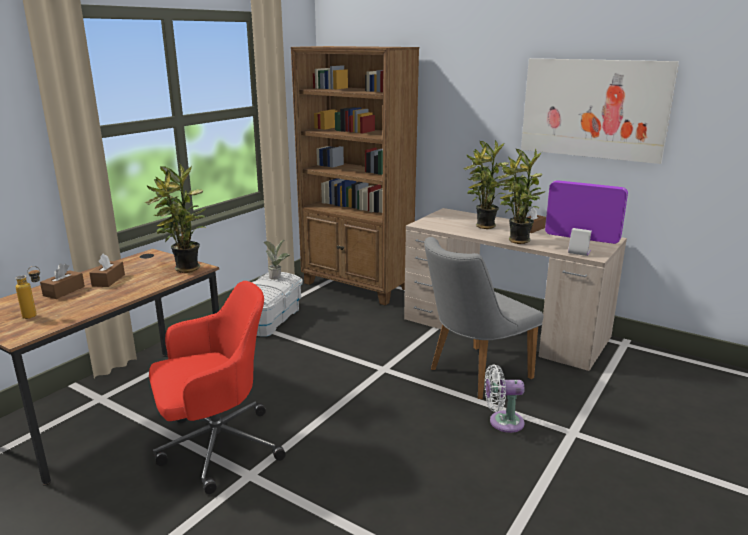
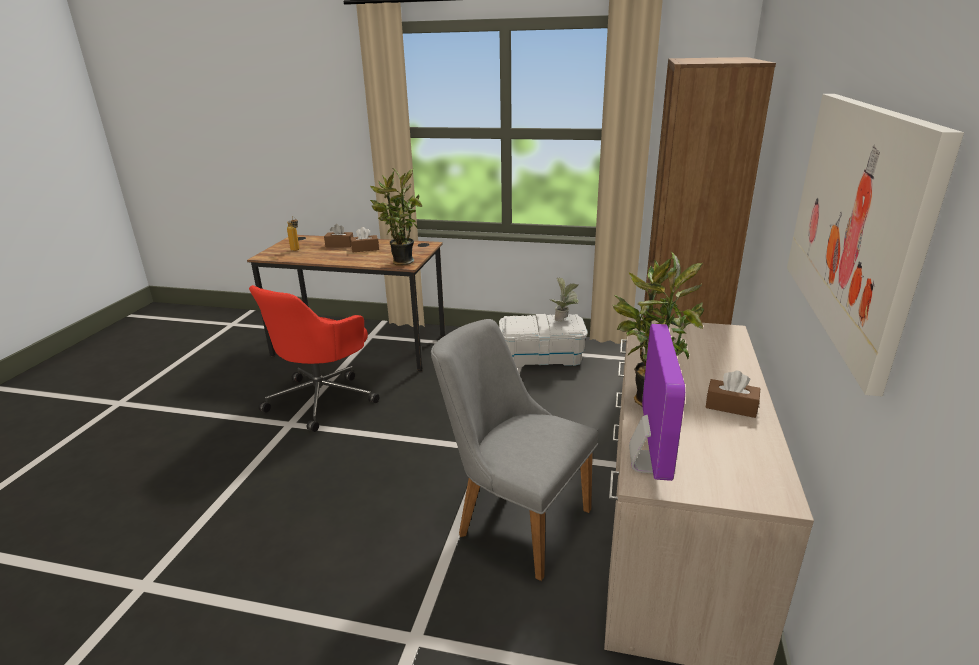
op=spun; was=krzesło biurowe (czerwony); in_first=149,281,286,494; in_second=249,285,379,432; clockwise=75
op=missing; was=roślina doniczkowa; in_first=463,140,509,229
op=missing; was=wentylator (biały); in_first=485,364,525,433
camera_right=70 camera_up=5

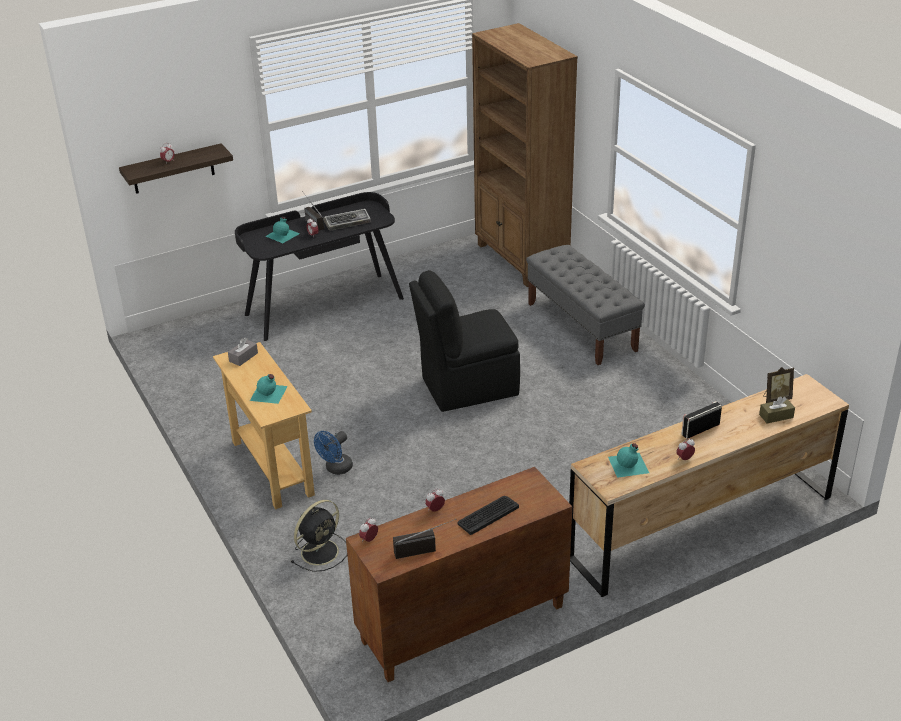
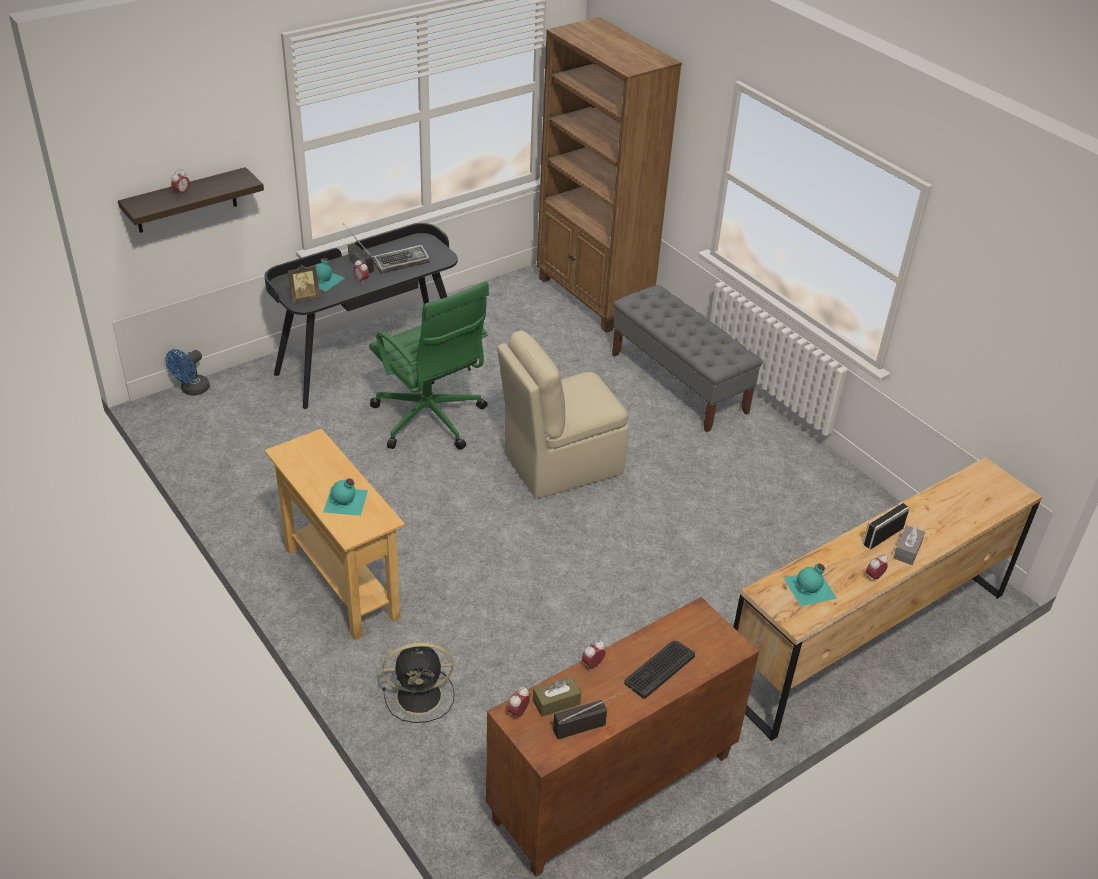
op=relocated; was=wentylator (niebieski); in_first=314,431,353,475; in_second=166,349,210,396
op=relocated; was=ramka na zdjęcie; in_first=763,367,794,403; in_second=288,265,320,303
op=appeared; now=krzesło biurowe (zielony); in_second=369,281,489,450
op=spun; was=wentylator (czarny); in_first=291,500,347,572; in_second=382,643,455,723; clockwise=45
op=colour; was=krzesło (czarny); now=krzesło (beżowy); in_first=409,270,520,412; in_second=497,331,629,499
op=relocated; was=pudełko chusteczek (brązowy); in_first=759,396,795,424; in_second=533,676,581,717
op=relocated; was=pudełko chusteczek (szary); in_first=228,338,258,366; in_second=893,525,925,565
camera_right=-10 camera_up=5

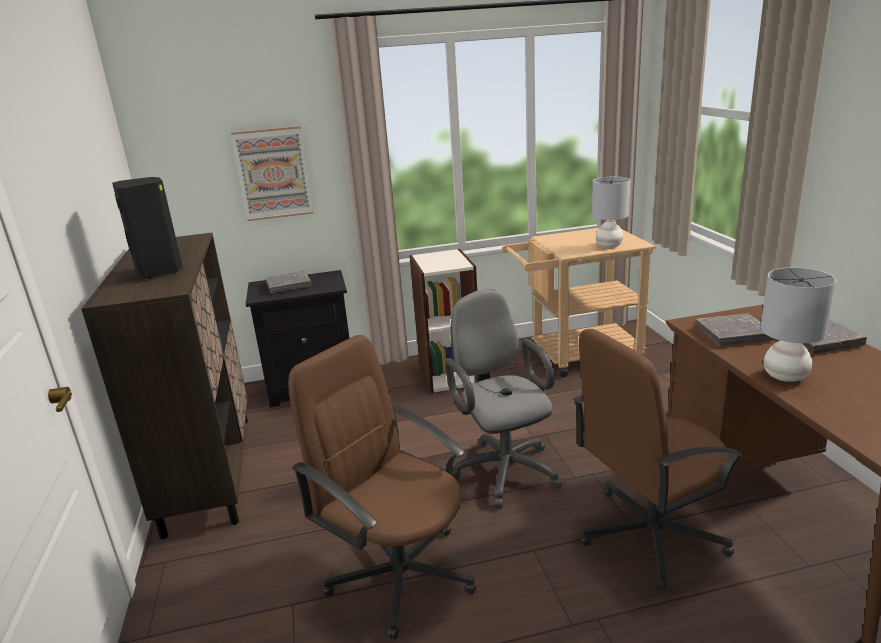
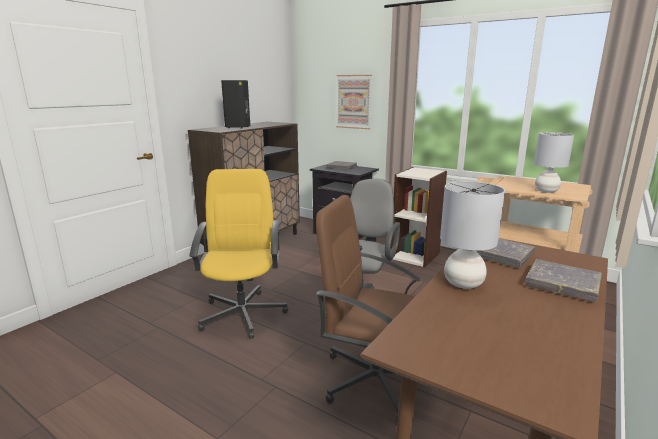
op=colour; was=krzesło biurowe (brązowy); now=krzesło biurowe (żółty); in_first=288,335,476,640; in_second=189,169,288,338
camera_right=45 camera_up=-5

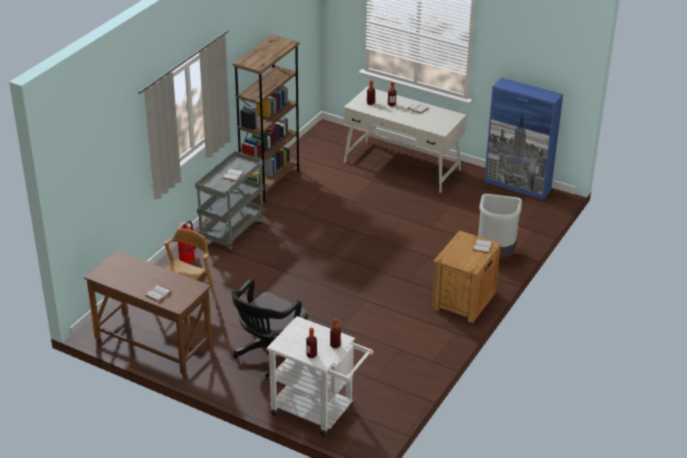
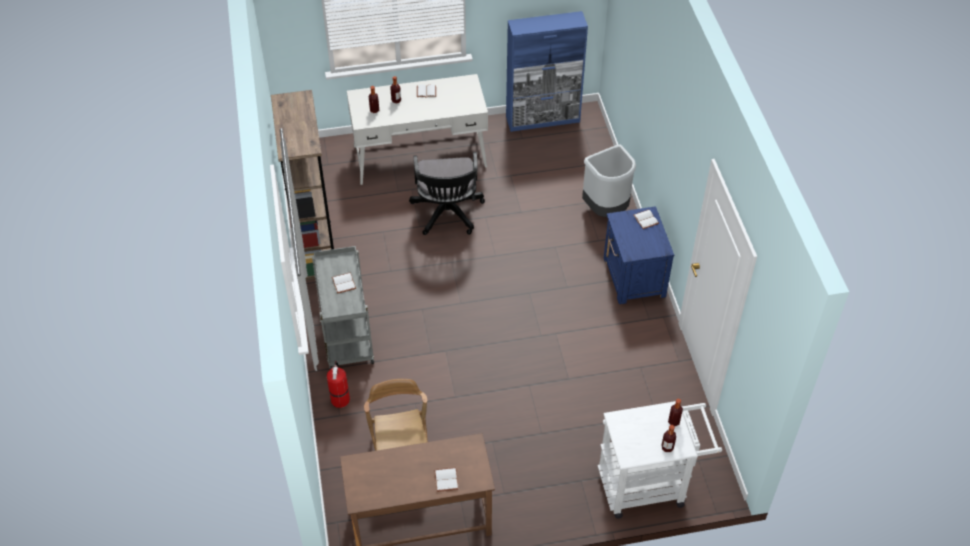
op=relocated; was=krzesło biurowe (czarny); in_first=231,279,308,378; in_second=409,152,485,235
op=colour; was=szafka nocna (brązowy); now=szafka nocna (niebieski); in_first=432,230,501,323; in_second=604,206,674,304
camera_right=-40 camera_up=15

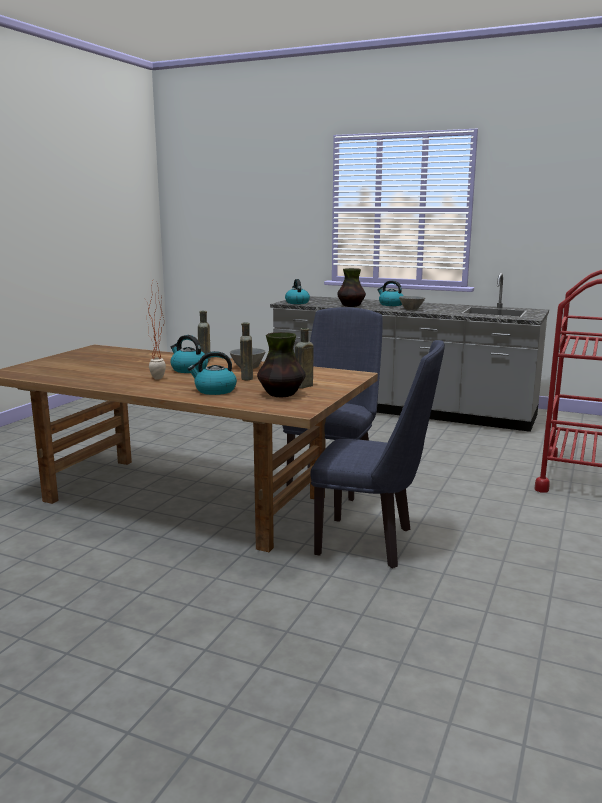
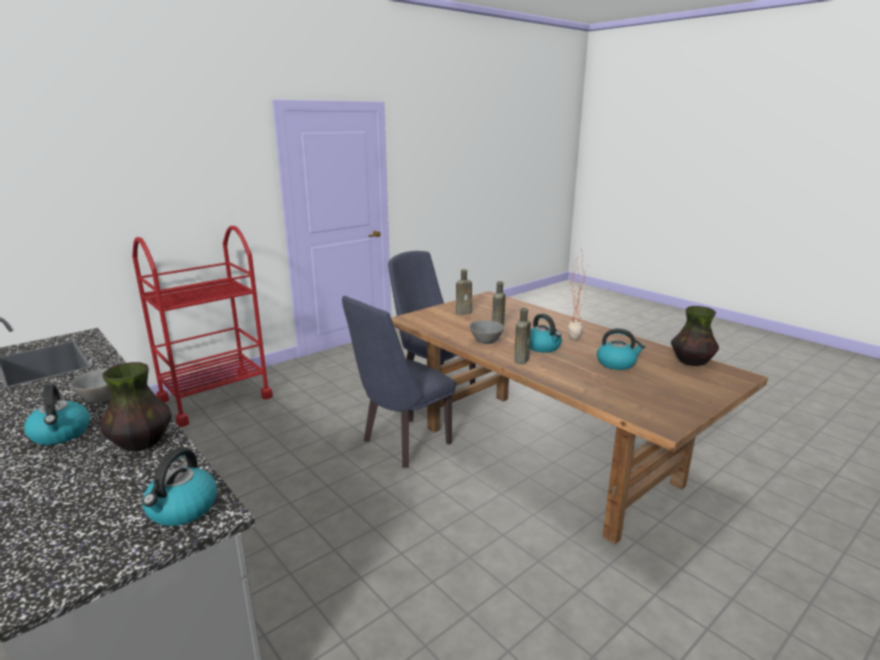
op=relocated; was=czajnik; in_first=188,351,237,395; in_second=597,328,645,370
op=relocated; was=wazon; in_first=257,332,306,397; in_second=671,306,719,366
camera_right=-155 camera_up=5

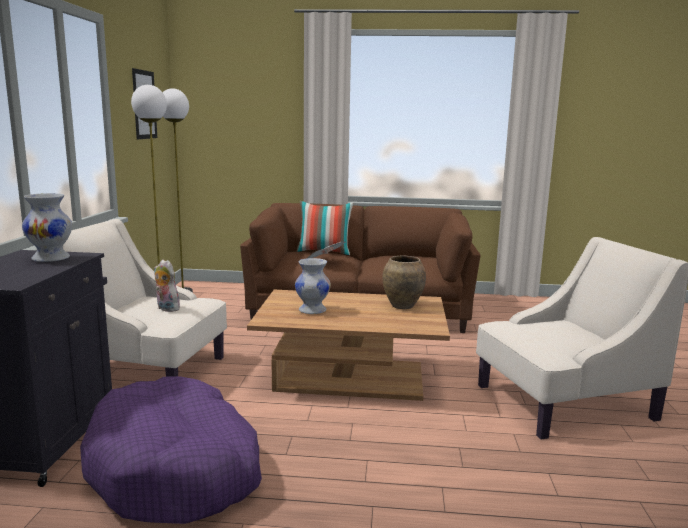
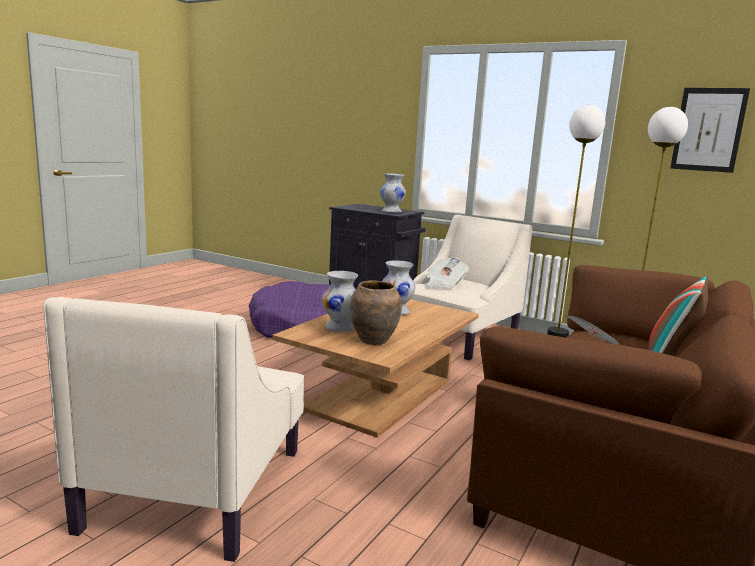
op=appeared; now=wazon (biały); in_second=322,271,358,332
op=exchanged; was=pluszak; now=gazeta; in_first=154,260,180,312; in_second=427,257,469,288
camera_right=115 camera_up=0

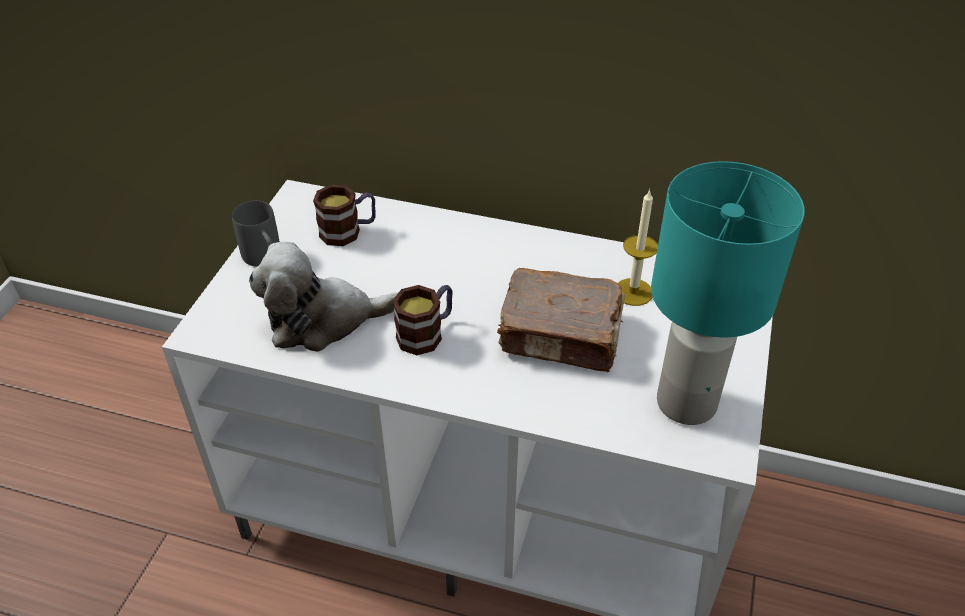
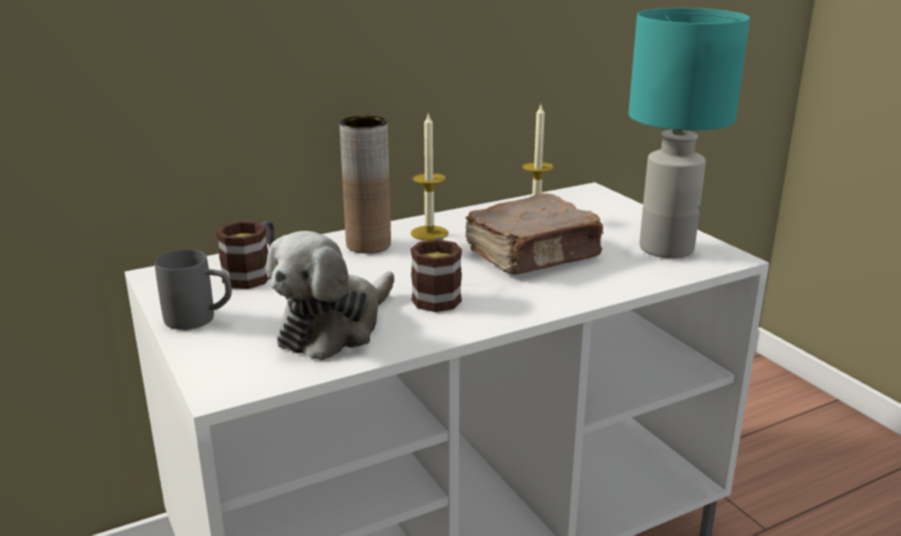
op=appeared; now=wazon (brązowy); in_second=340,116,391,253
op=appeared; now=świeca; in_second=411,112,448,241
camera_right=-45 camera_up=-20

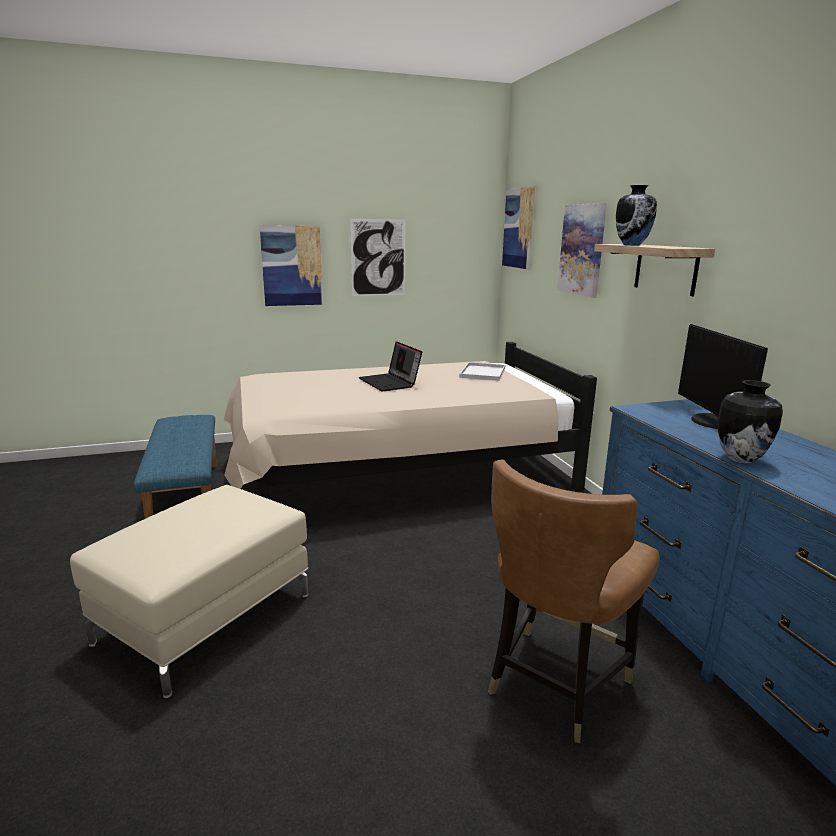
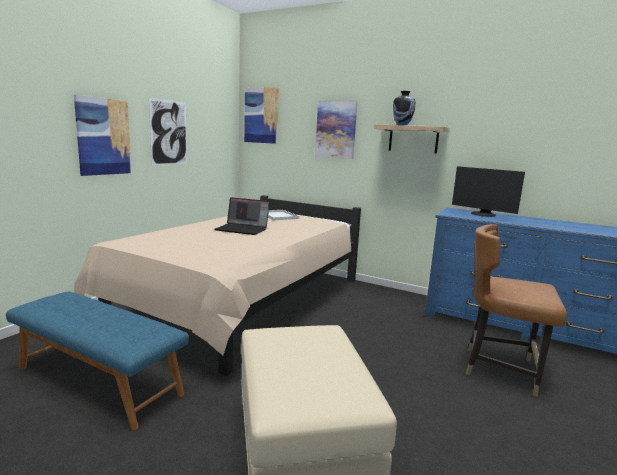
op=spun; was=krzesło (brązowy); in_first=488,460,660,743; in_second=465,224,567,396; clockwise=120
op=missing; was=wazon; in_first=718,380,783,464
camera_right=-45 camera_up=-5

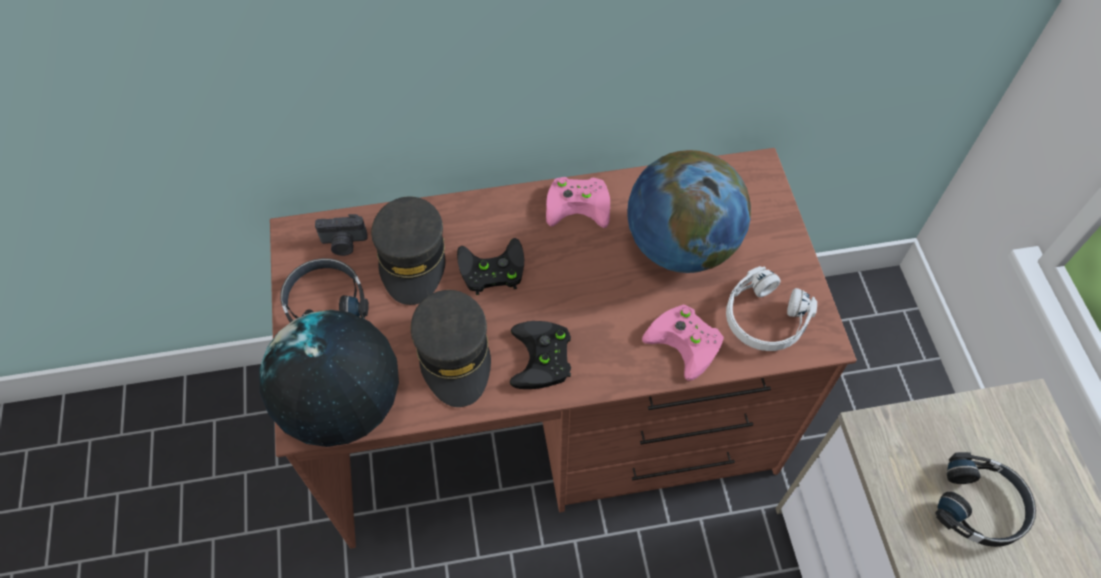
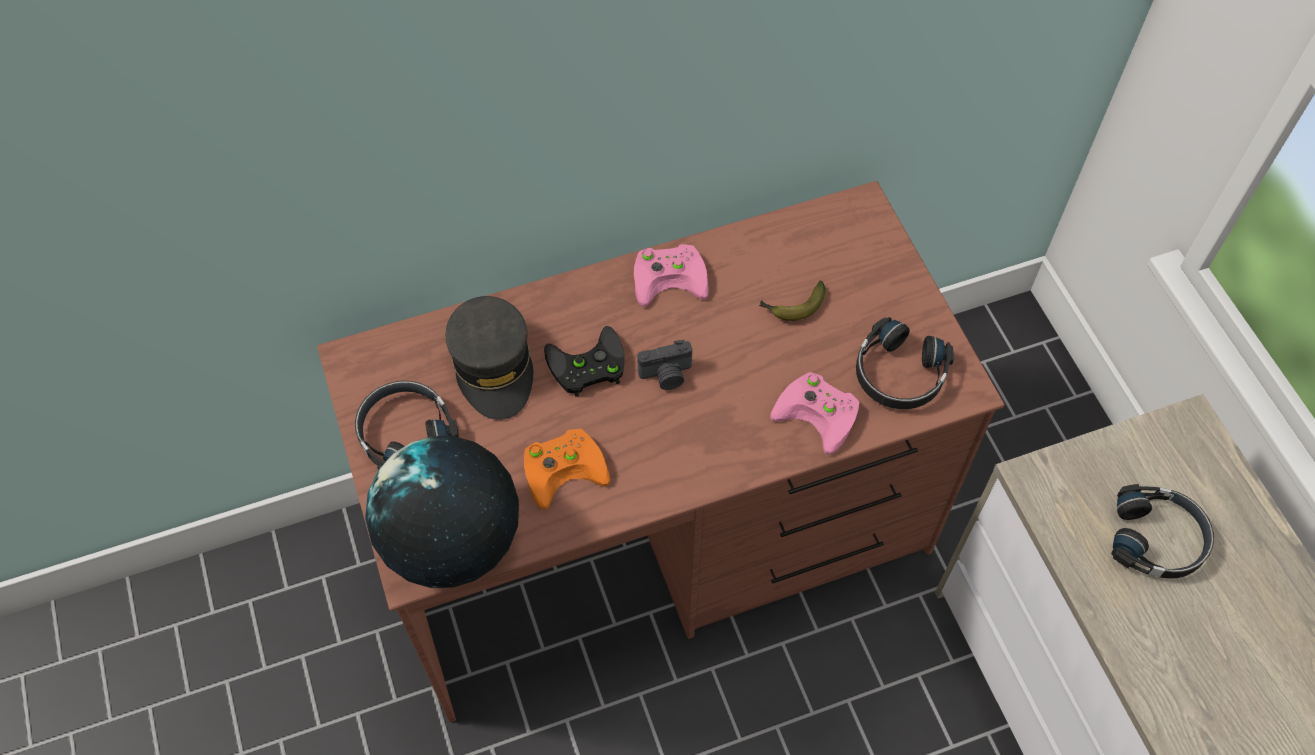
op=exchanged; was=czapka z daszkiem (szary); now=pad do gier (pomarańczowy); in_first=411,290,491,407; in_second=524,429,610,509
op=relocated; was=aparat fotograficzny; in_first=315,214,367,256; in_second=638,340,692,390
op=exchanged; was=globus; now=banan; in_first=627,150,751,273; in_second=759,280,826,321
op=colour; was=słuchawki (biały); now=słuchawki (czarny); in_first=726,266,817,351; in_second=856,317,954,409
op=missing; was=pad do gier (czarny); in_first=510,321,571,389
camera_right=-10 camera_up=0

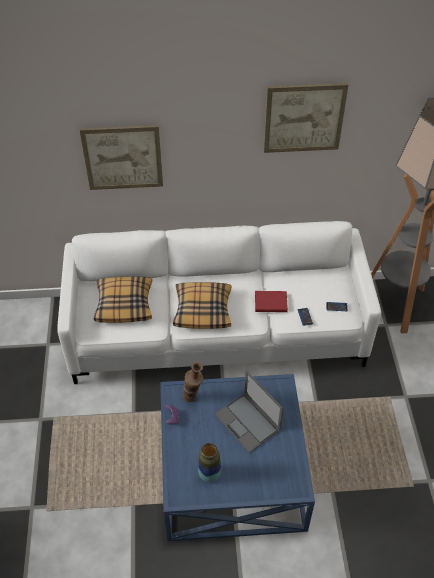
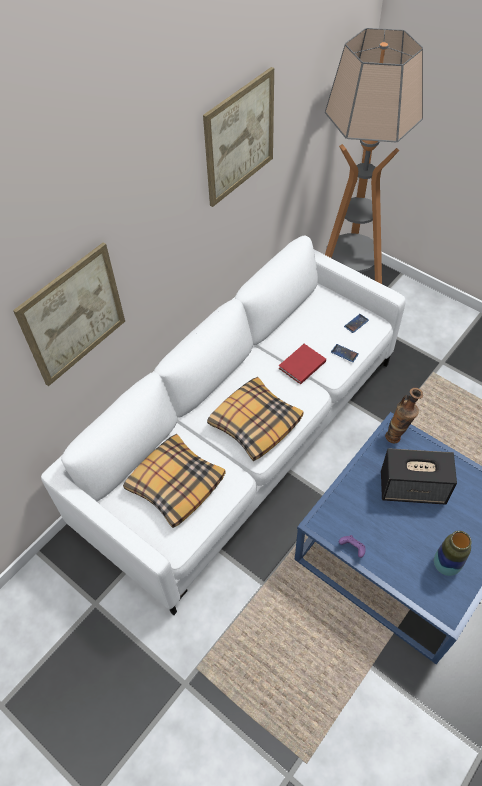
op=exchanged; was=laptop; now=głośnik; in_first=215,371,283,453; in_second=381,448,457,505
op=relocated; was=wazon; in_first=183,362,203,402; in_second=385,388,423,443
camera_right=-45 camera_up=5

